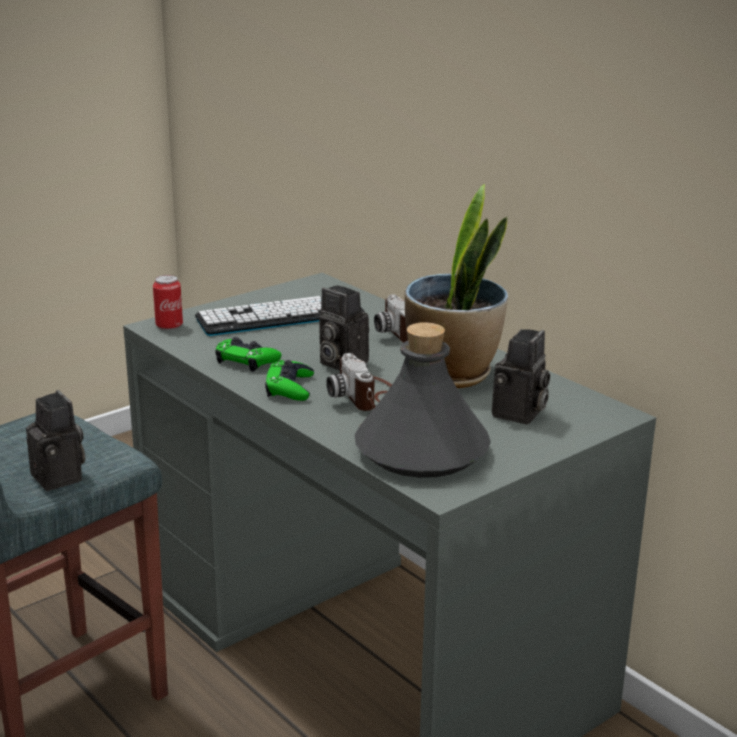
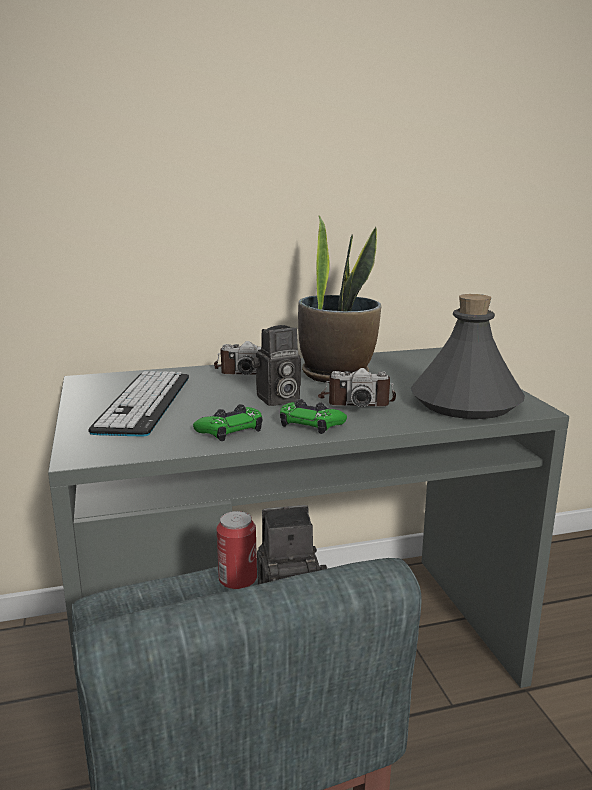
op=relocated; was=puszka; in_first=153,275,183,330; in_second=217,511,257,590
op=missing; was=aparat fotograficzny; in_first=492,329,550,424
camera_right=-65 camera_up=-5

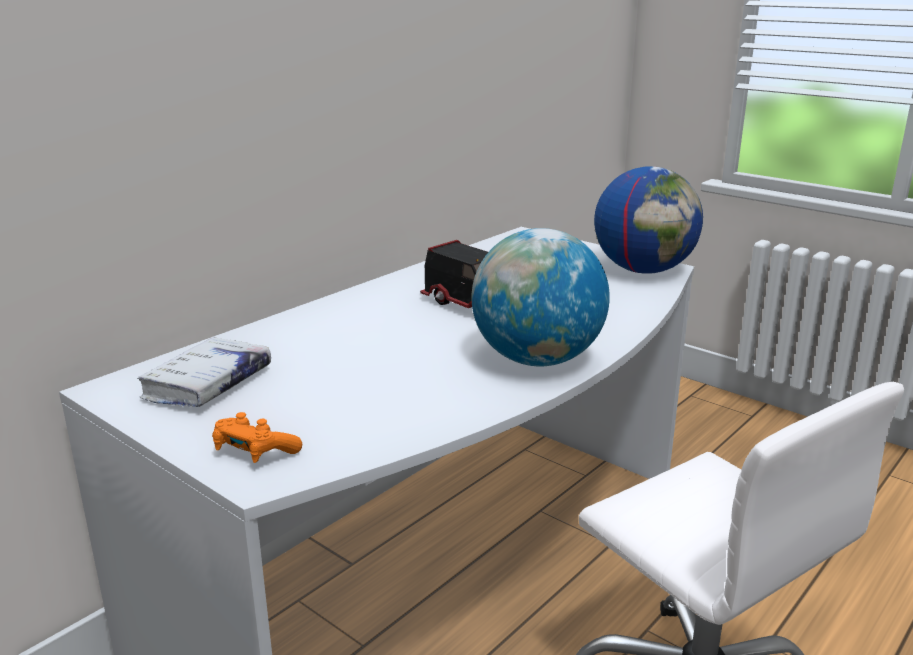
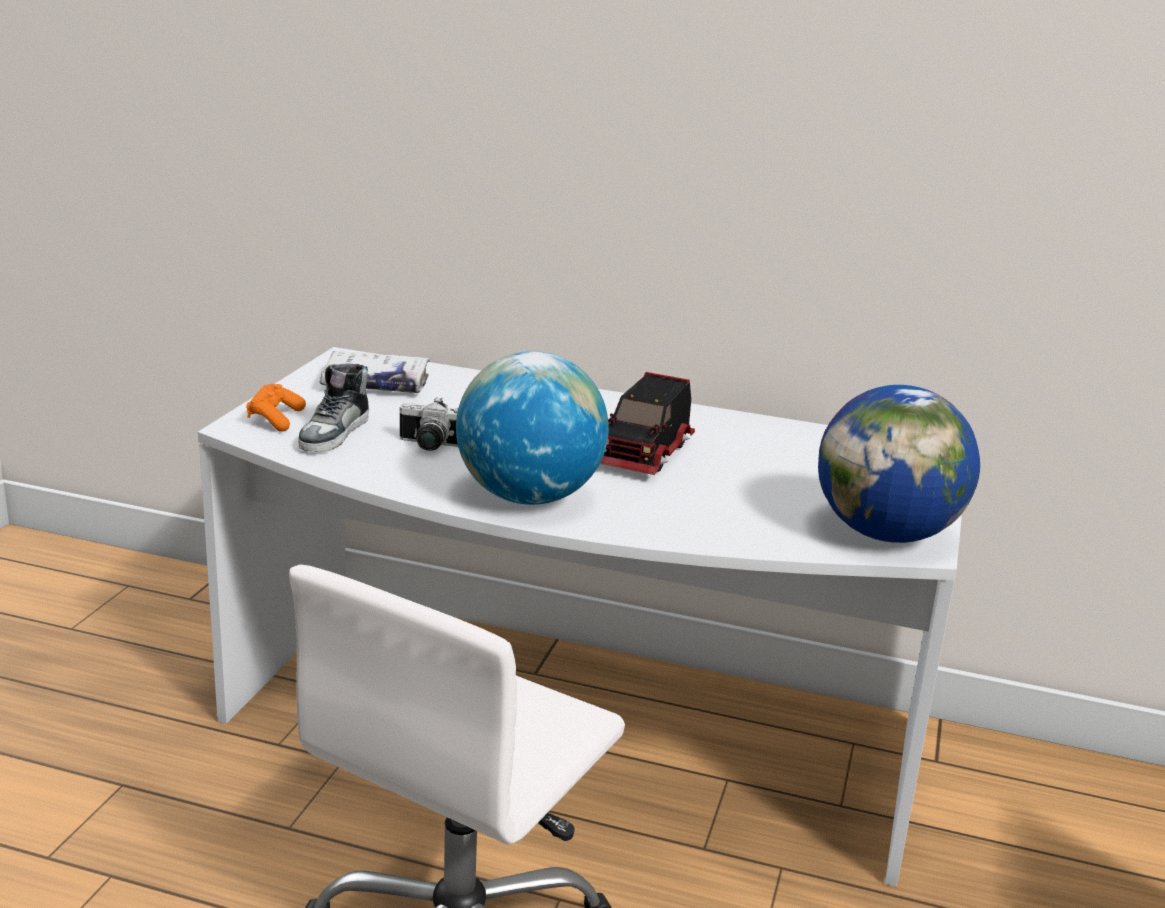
op=appeared; now=but; in_second=298,363,369,452
op=appeared; now=aparat fotograficzny; in_second=400,397,458,451
camera_right=65 camera_up=0

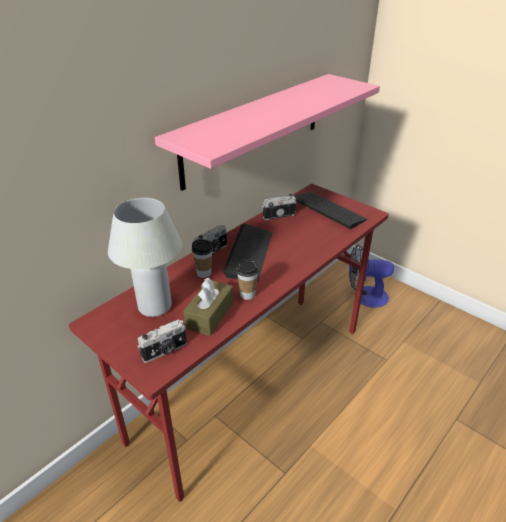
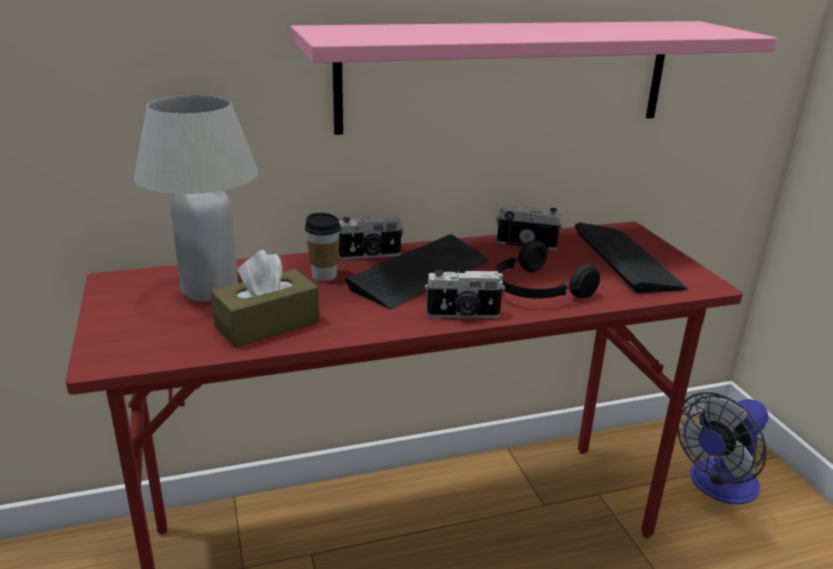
op=relocated; was=aparat fotograficzny; in_first=138,319,187,363; in_second=425,269,505,318
op=appeared; now=słuchawki (czarny); in_second=495,241,600,299
op=spun; was=wentylator; in_first=349,245,394,307; in_second=677,392,768,504; clockwise=-75
op=missing; was=filiżanka; in_first=236,258,258,300
camera_right=30 camera_up=-10

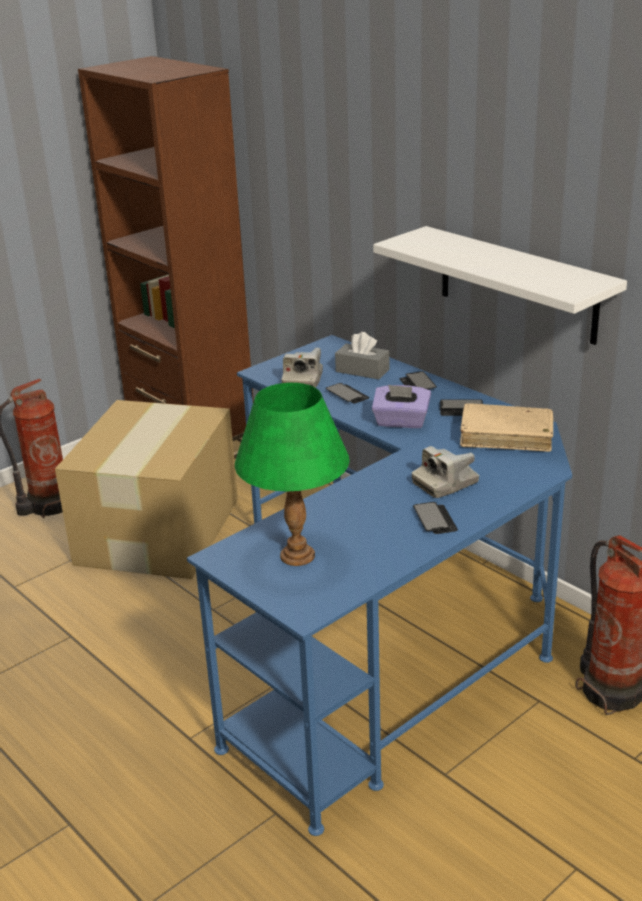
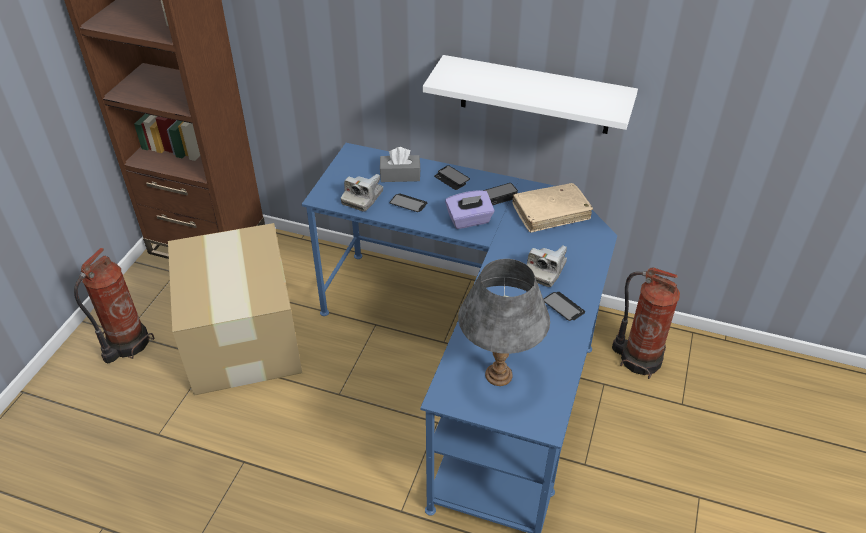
op=spun; was=aparat fotograficzny; in_first=282,348,323,388; in_second=341,174,383,211; clockwise=45
op=colour; was=lampa stołowa (zielony); now=lampa stołowa (szary); in_first=235,383,350,566; in_second=458,259,550,386
camera_right=-30 camera_up=15

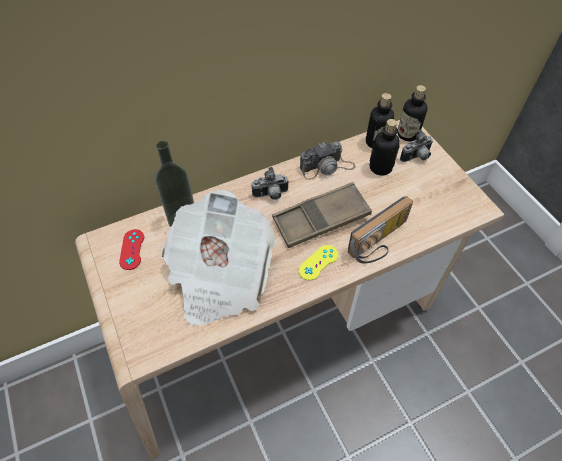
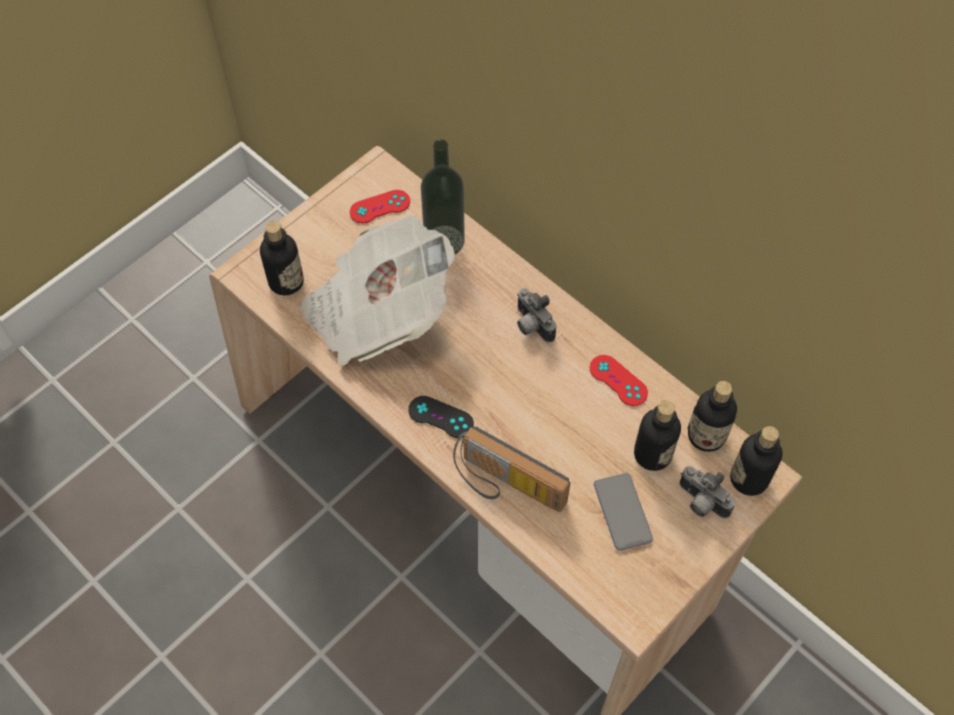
op=appeared; now=butelka; in_second=260,221,304,295
op=colour; was=pad do gier (żółty); now=pad do gier (czarny); in_first=298,245,338,280; in_second=408,396,474,438
op=exchanged; was=aparat fotograficzny; now=pad do gier (czerwony); in_first=300,142,355,180; in_second=590,355,648,406
op=appeared; now=telefon; in_second=594,473,653,551
op=missing; was=taca (brązowy); in_first=272,182,372,248
camera_right=70 camera_up=5

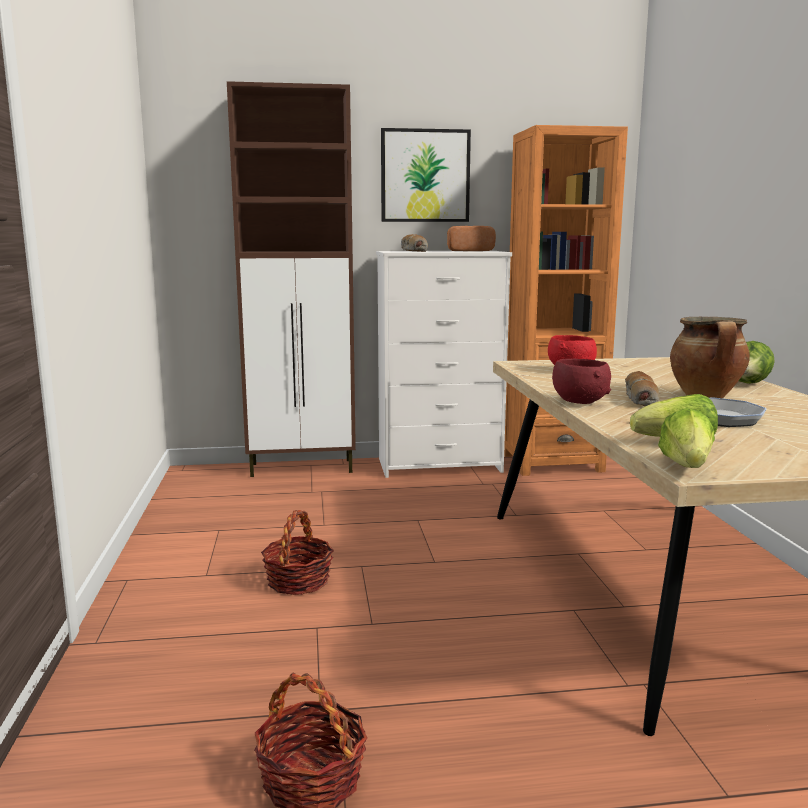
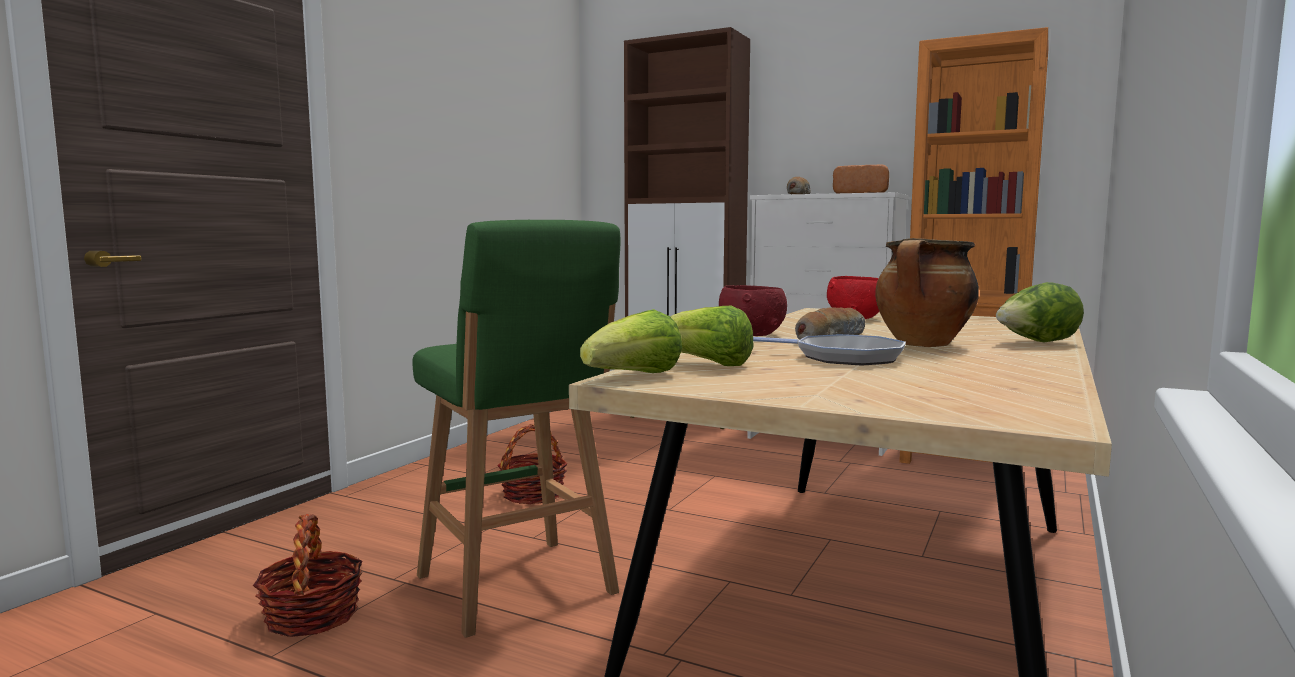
op=appeared; now=stołek (zielony); in_second=413,220,620,638
op=missing; was=obraz; in_first=381,128,471,222
camera_right=35 camera_up=-5

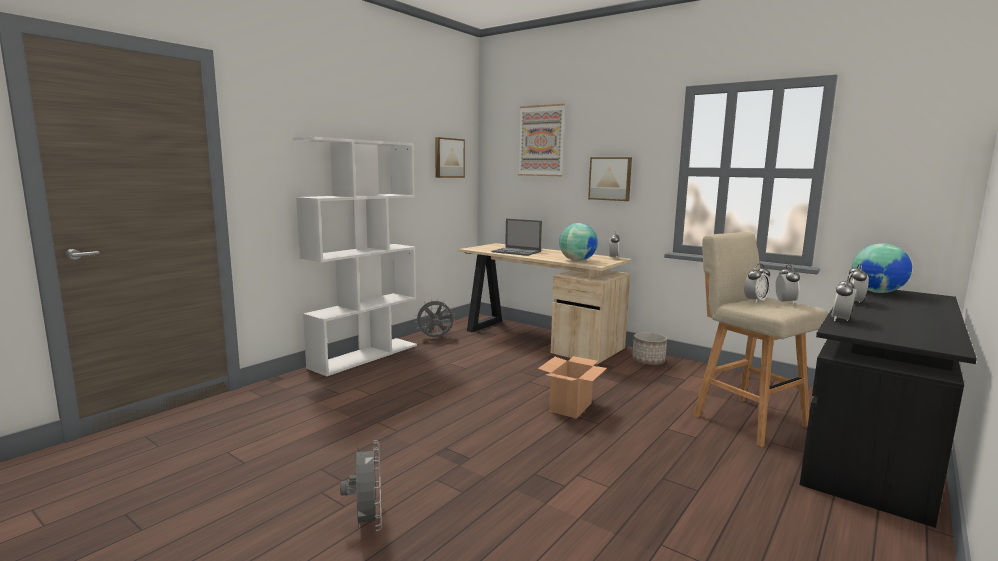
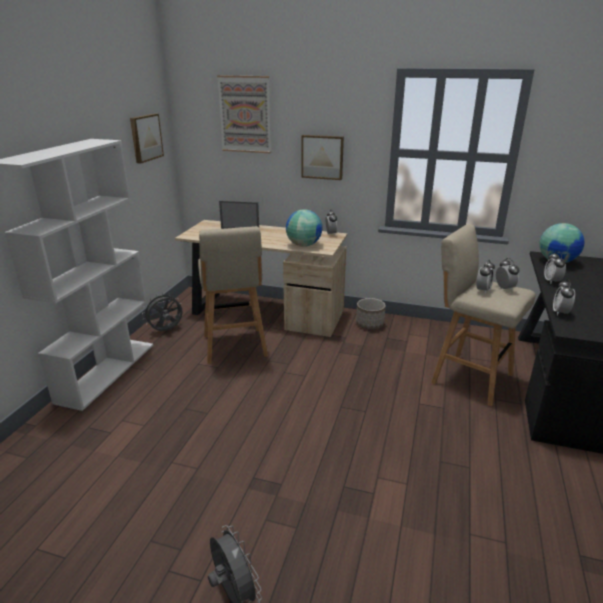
op=appeared; now=stołek (beżowy); in_second=198,226,268,364
op=missing; was=karton; in_first=538,356,607,419
camera_right=-20 camera_up=15

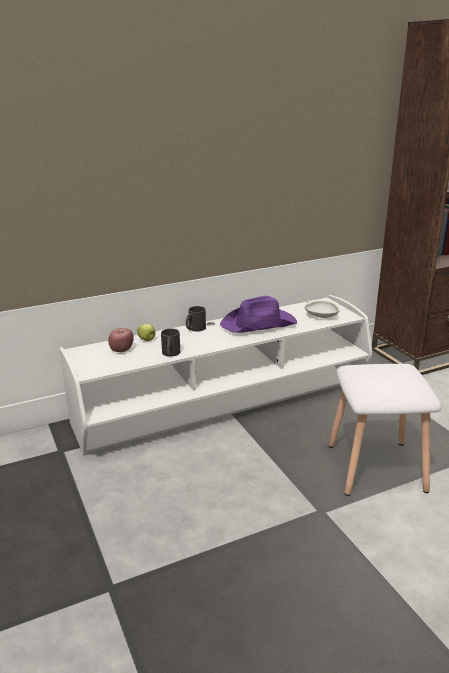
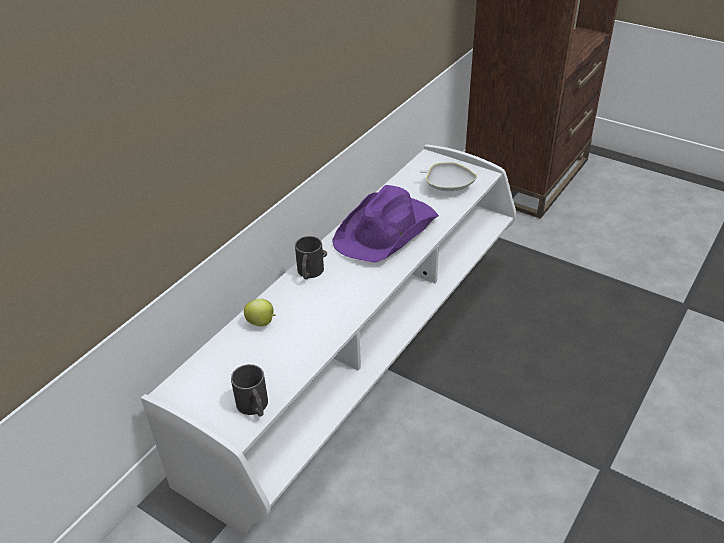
op=relocated; was=kubek (czarny); in_first=161,328,180,357; in_second=231,364,268,416
op=missing; was=jabłko; in_first=108,328,134,352
op=missing; was=stołek (biały); in_first=328,364,442,496
camera_right=-30 camera_up=15

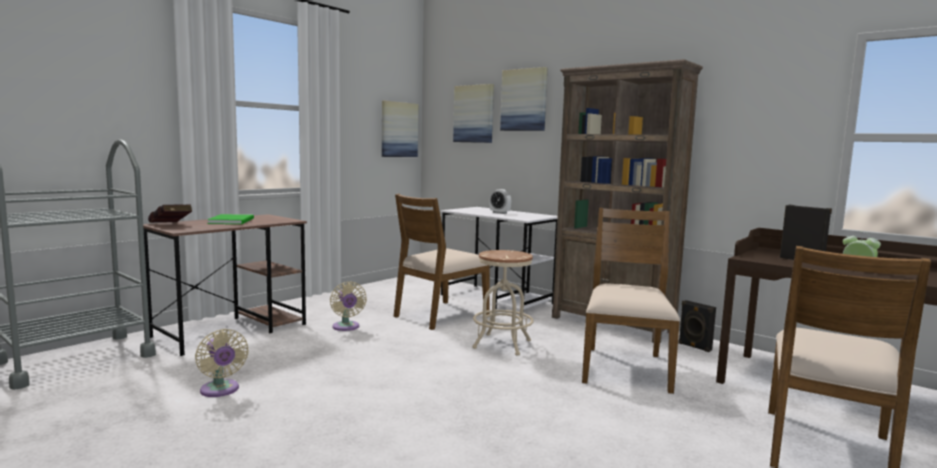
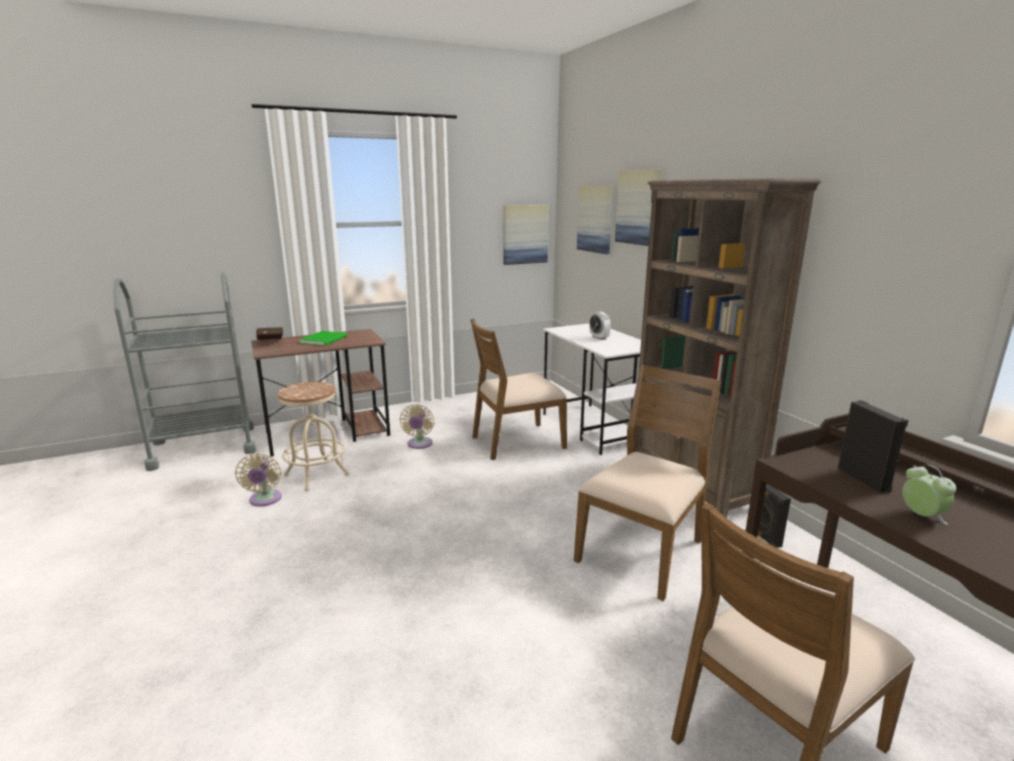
op=relocated; was=stołek (beżowy); in_first=472,250,534,356; in_second=278,382,350,491
camera_right=25 camera_up=10

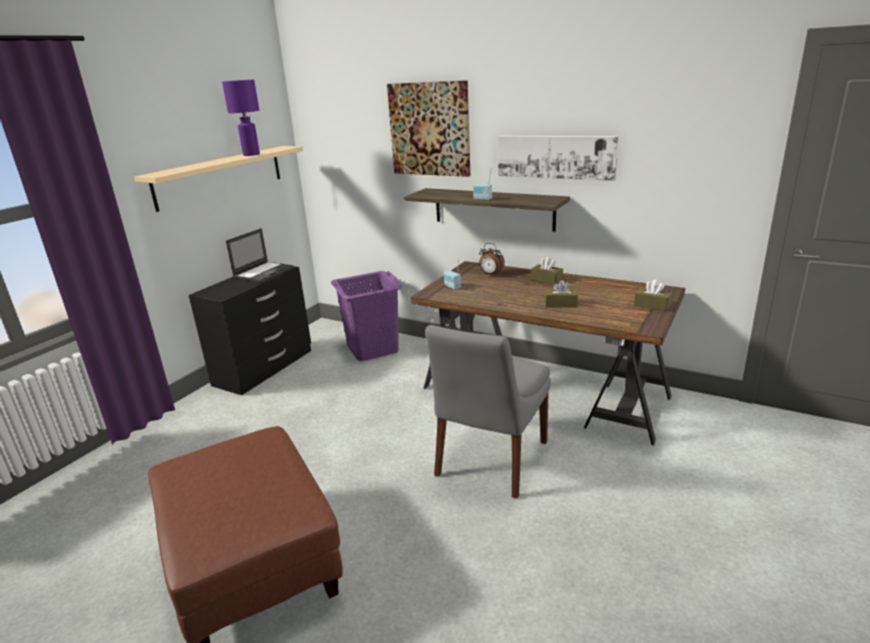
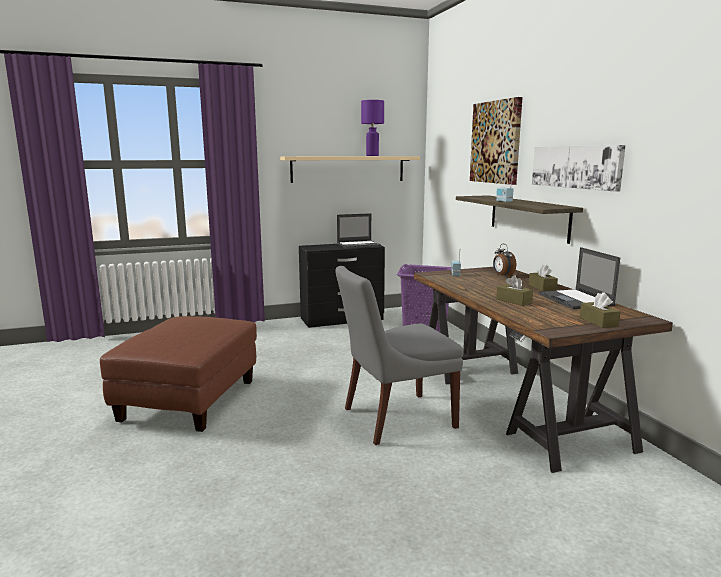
op=appeared; now=laptop; in_second=538,247,620,309
camera_right=40 camera_up=-10

